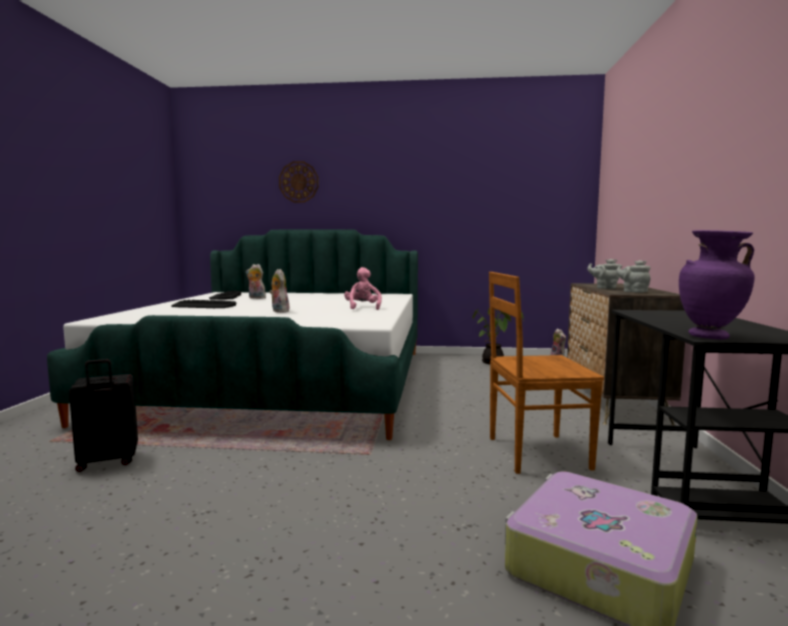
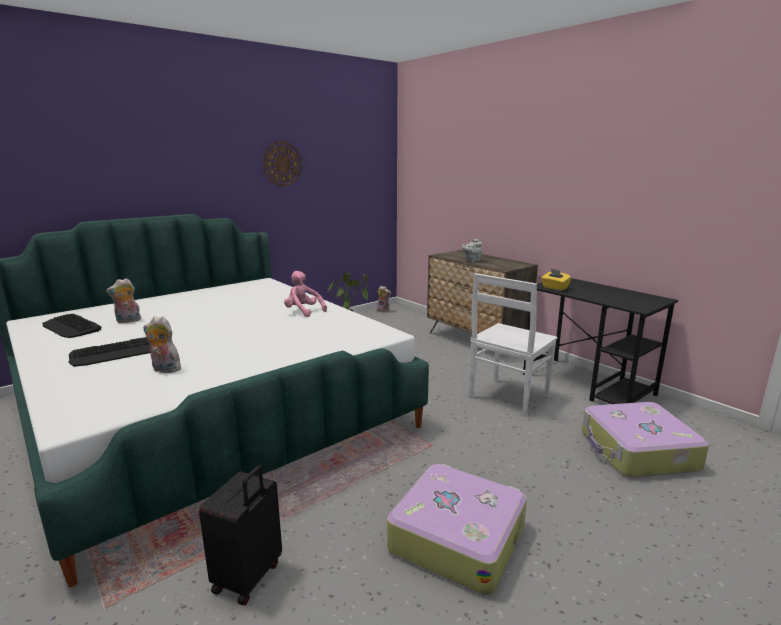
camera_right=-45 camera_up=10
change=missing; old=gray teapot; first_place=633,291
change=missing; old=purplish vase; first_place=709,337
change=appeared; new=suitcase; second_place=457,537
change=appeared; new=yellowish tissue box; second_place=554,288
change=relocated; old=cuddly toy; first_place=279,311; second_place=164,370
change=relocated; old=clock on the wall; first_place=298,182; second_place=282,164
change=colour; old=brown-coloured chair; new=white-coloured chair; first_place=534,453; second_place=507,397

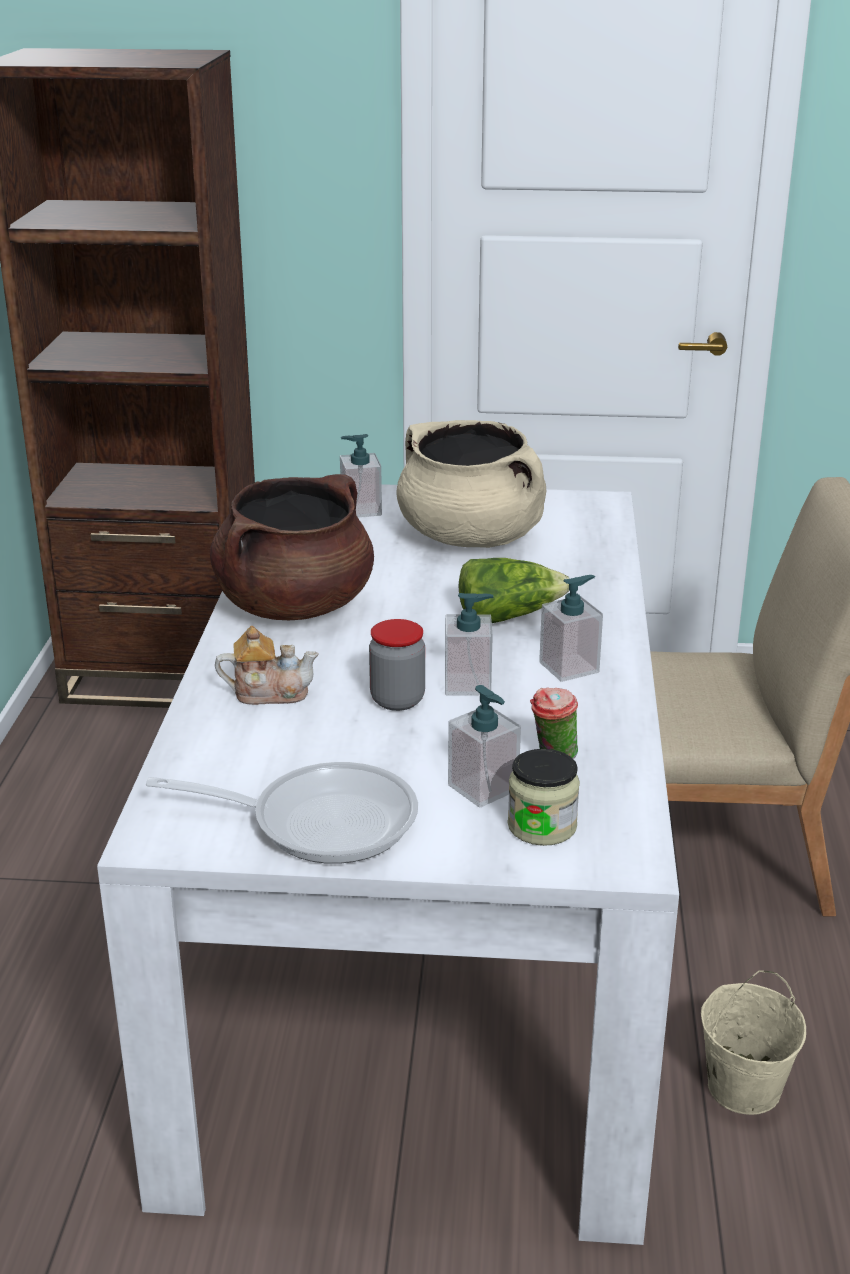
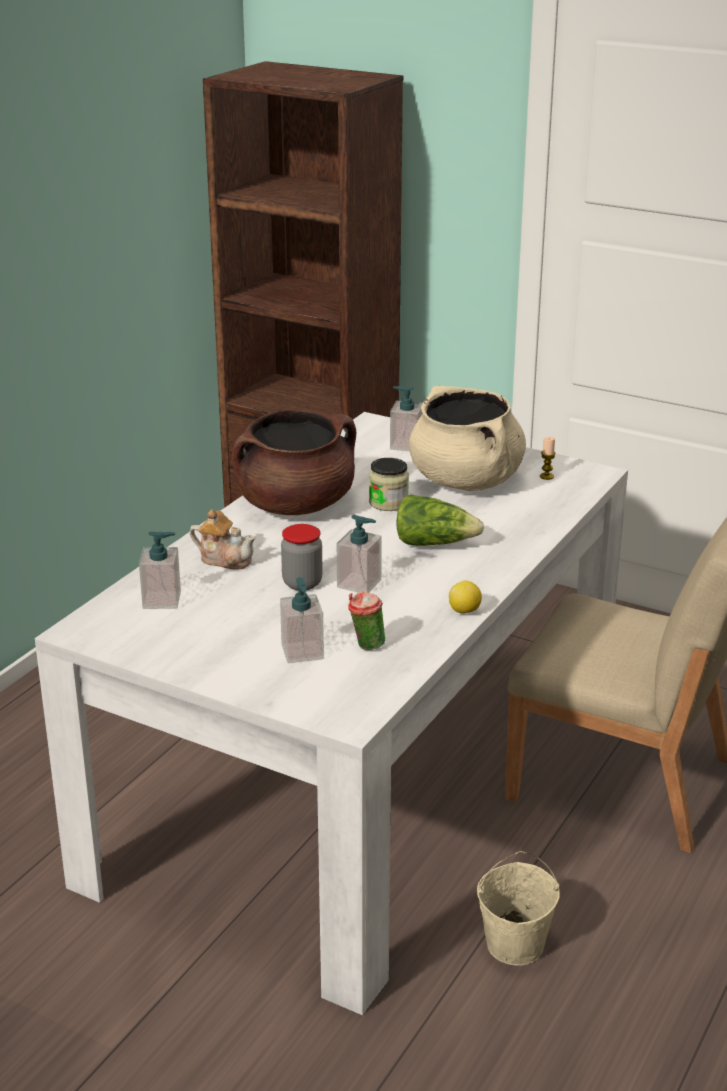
camera_right=25 camera_up=0
change=missing; old=pan; first_place=319,821
change=appeared; new=citrus fruit; second_place=465,611
change=appeared; new=candle; second_place=546,476
change=relocated; old=jar; first_place=542,826; second_place=388,503
change=relocated; old=soap bottle; first_place=569,667; second_place=162,600

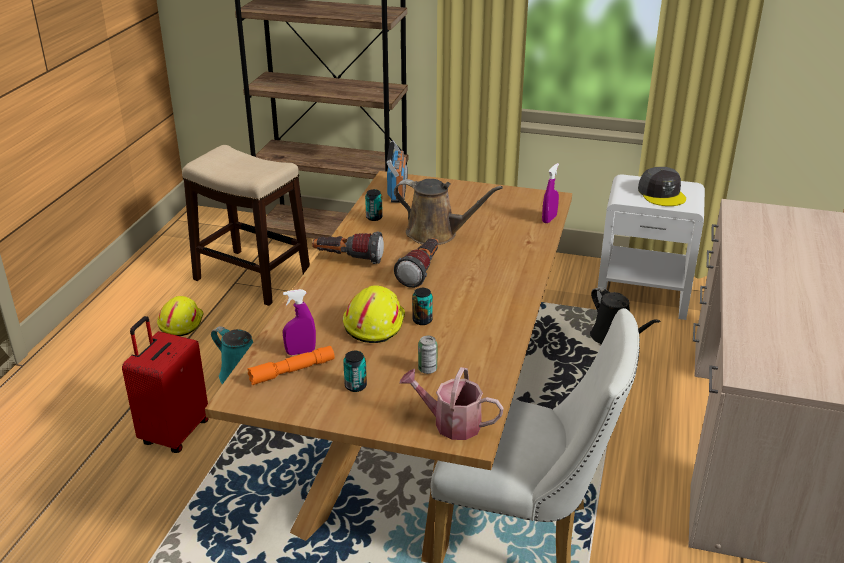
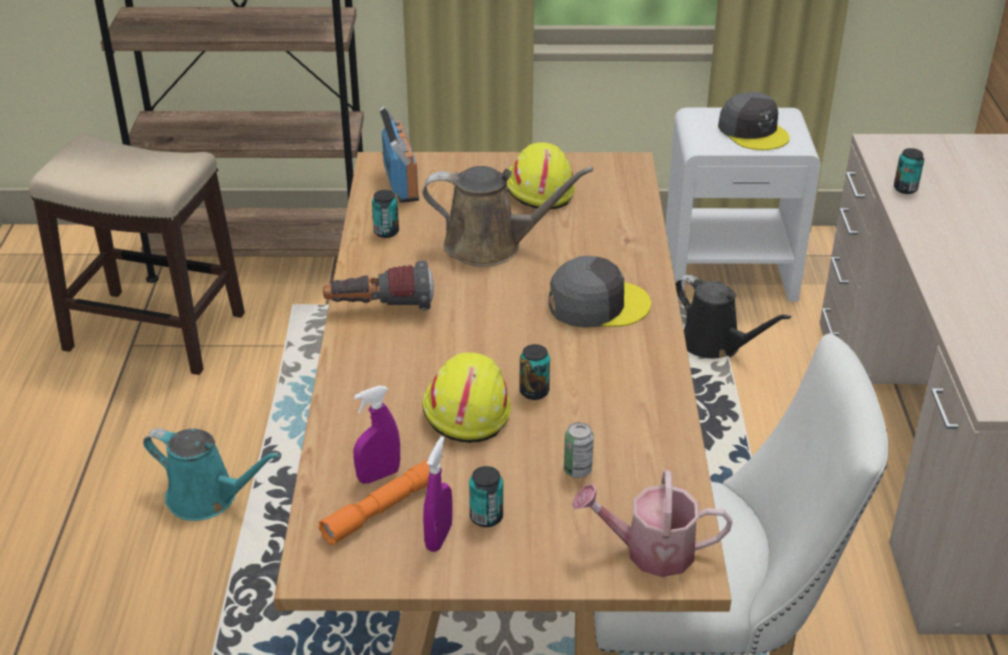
camera_right=-15 camera_up=5
change=missing; old=red suitcase; first_place=174,433
change=missing; old=torch; first_place=421,272
change=appeared; new=gray cap; second_place=597,304
change=appeared; new=metal can; second_place=905,188
change=relocated; old=yellowish safety helmet; first_place=180,323; second_place=537,190
change=relocated; old=purplish spray bottle; first_place=549,219; second_place=439,537

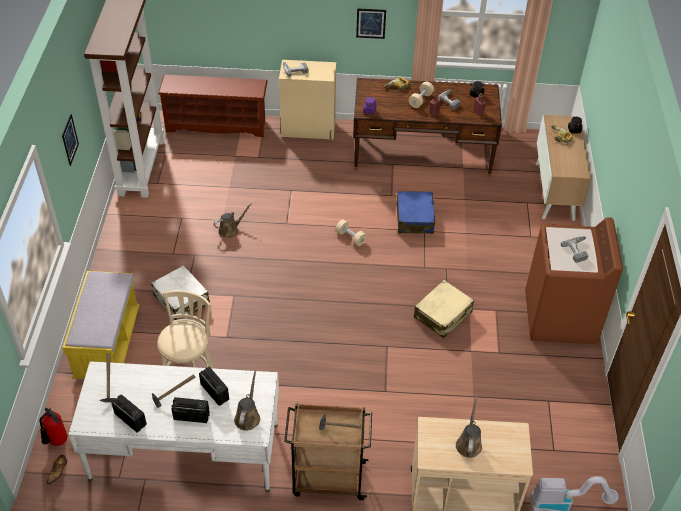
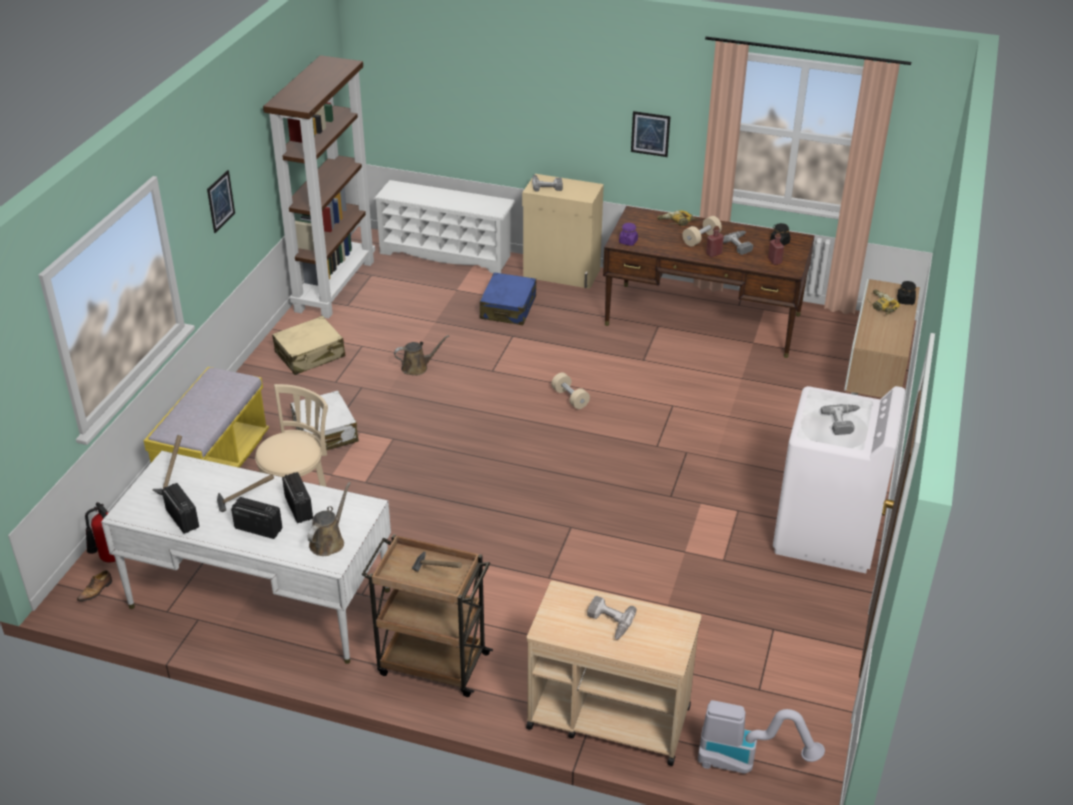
camera_right=15 camera_up=-10
change=relocated; old=blue-coloured suitcase; first_place=414,218; second_place=508,308
change=relocated; old=beige-coloured suitcase; first_place=443,315; second_place=310,355
change=exchanged; old=brown-coloured watering can; new=drill; first_place=469,443; second_place=608,622
change=colour; old=brown-coloured shoe stand; new=white-coloured shoe stand; first_place=217,125; second_place=447,254
change=colour; old=brown-coloured laundry machine; new=white-coloured laundry machine; first_place=560,318; second_place=826,534

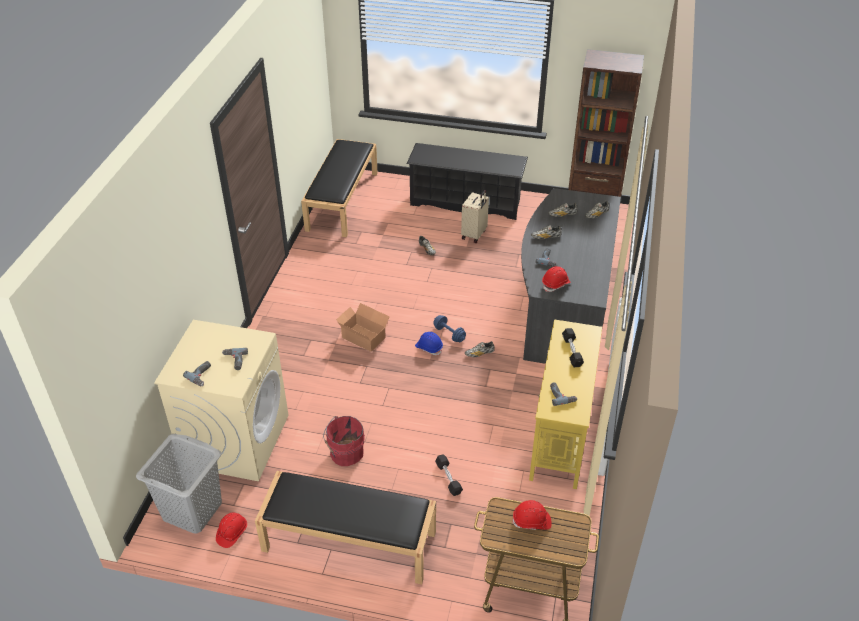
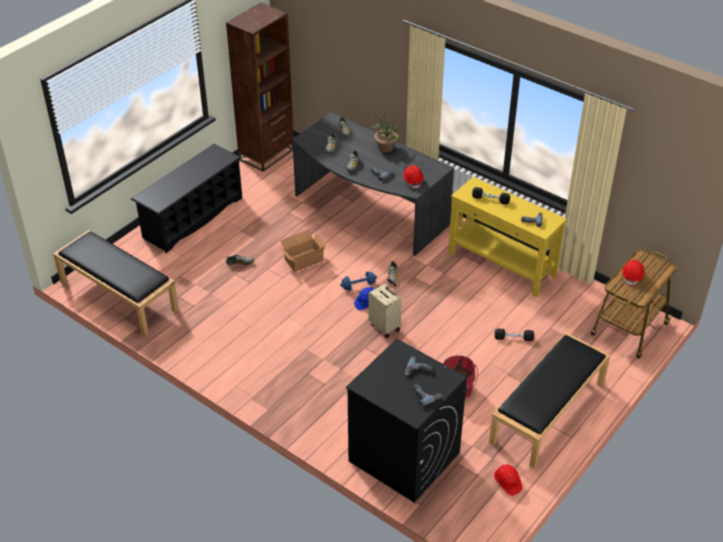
camera_right=-65 camera_up=0
change=missing; old=gray hamper; first_place=192,510
change=appeared; new=potted plant; second_place=386,147
change=relocated; old=packing box; first_place=363,336; second_place=302,259
change=relocated; old=beige-coloured suitcase; first_place=474,235; second_place=385,327
change=colour; old=beige-coloured laundry machine; new=black-coloured laundry machine; first_place=236,440; second_place=403,456

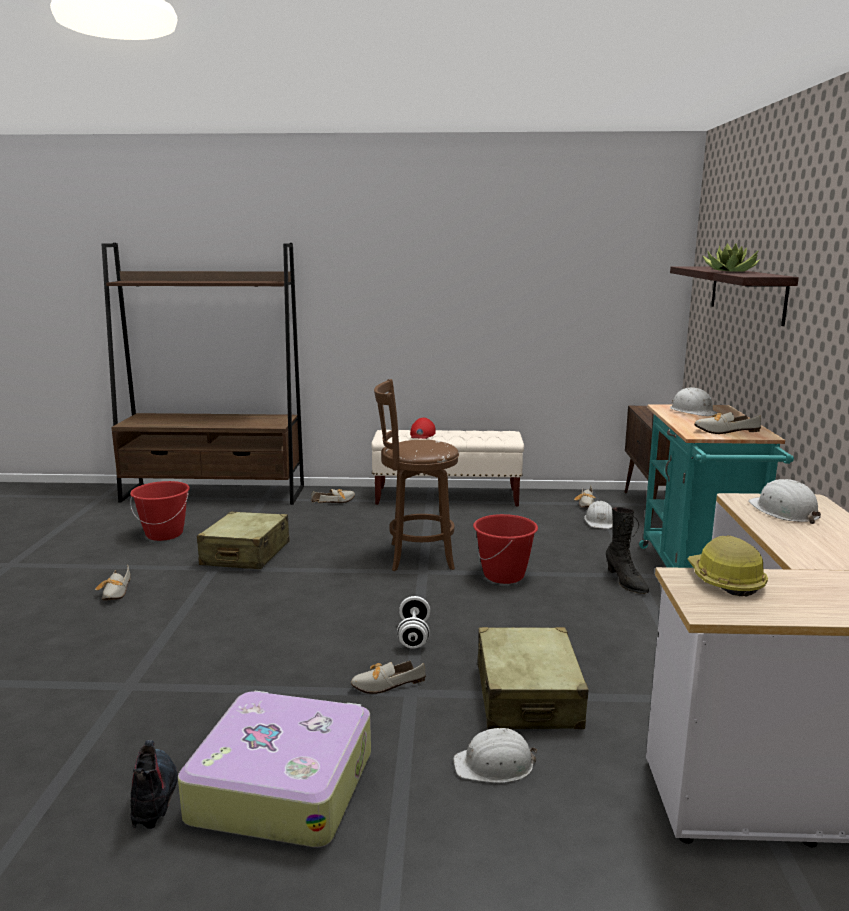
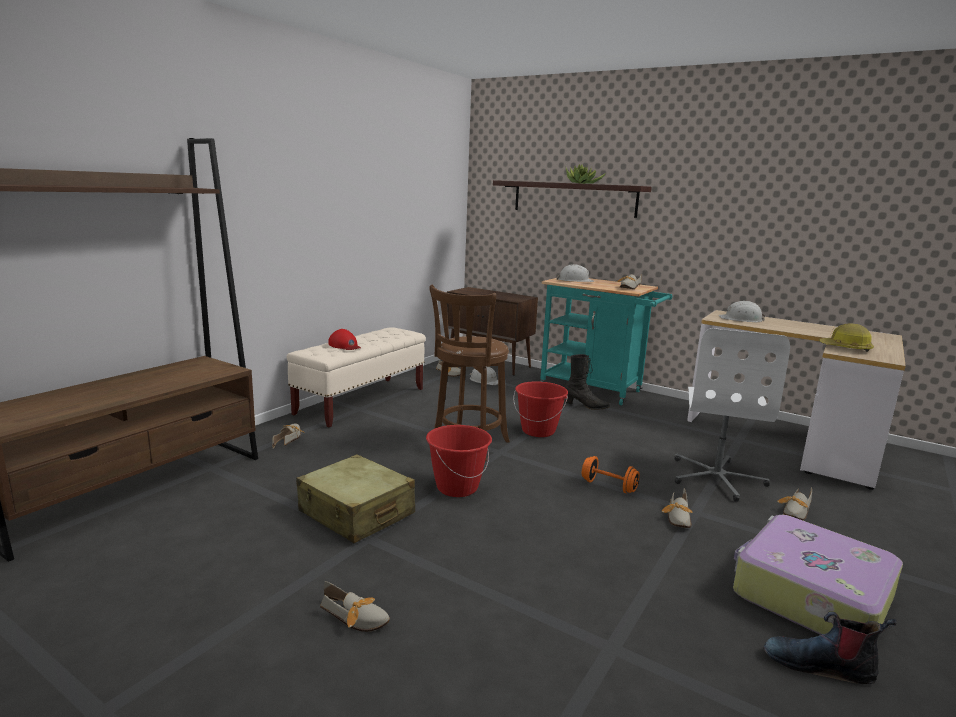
camera_right=-60 camera_up=0
change=relocated; old=red water bucket; first_place=164,534; second_place=457,487
change=exchanged; old=white-coloured safety helmet; new=item of footwear; first_place=495,765; second_place=795,512
change=exchanged; old=beige-coloured suitcase; new=white-coloured desk chair; first_place=528,696; second_place=717,478
change=colour; old=white-coloured free weight; new=orange-coloured free weight; first_place=414,635; second_place=608,486

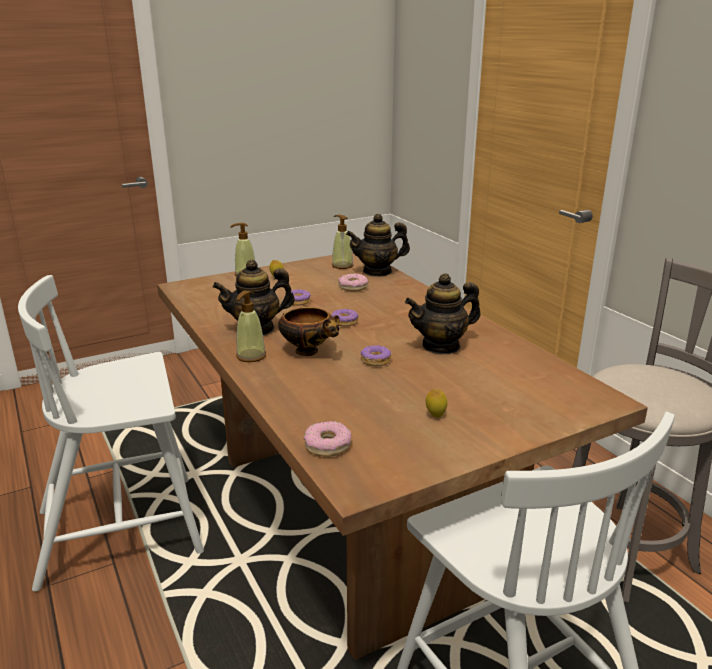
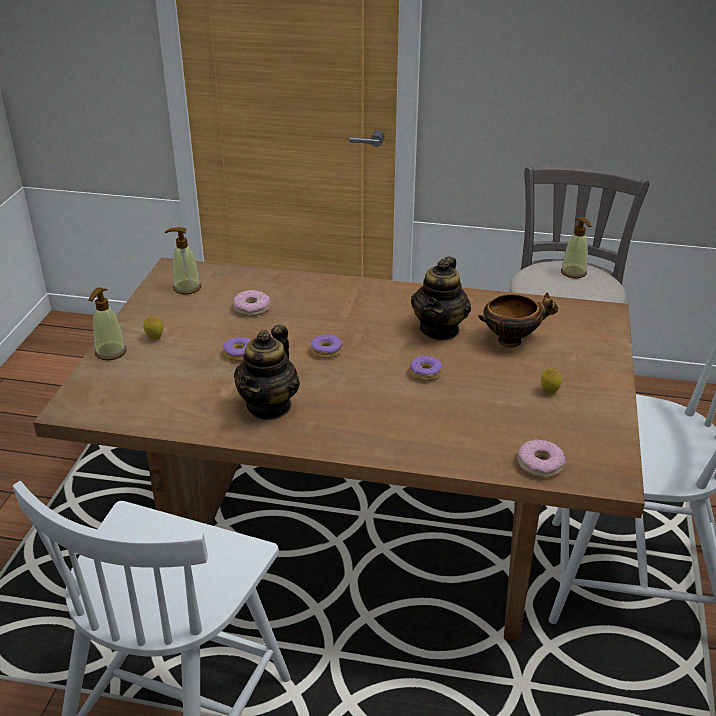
camera_right=-50 camera_up=10
change=missing; old=teapot; first_place=377,271
change=relocated; old=soap bottle; first_place=251,356; second_place=573,273
change=relocated; old=serving bowl; first_place=309,352; second_place=512,340

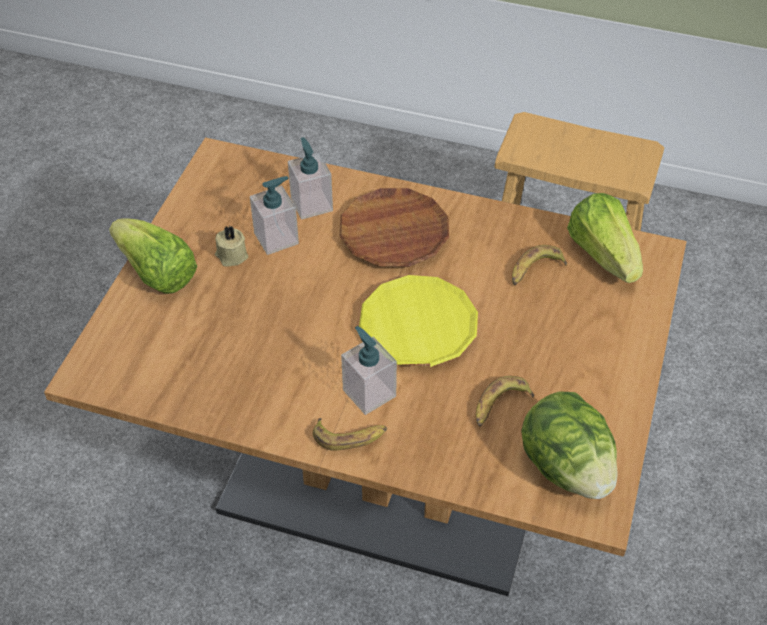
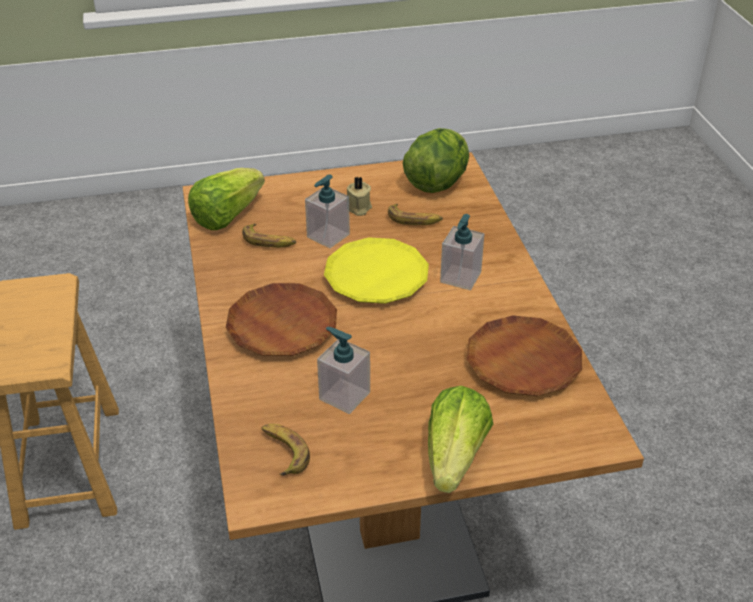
camera_right=-120 camera_up=-10
change=appeared; new=brown-coloured dinner plate; second_place=523,362
change=relocated; old=beige-coloured candle; first_place=231,256; second_place=358,208
change=relocated; old=soap bottle; first_place=311,204; second_place=328,236
change=relocated; old=whole banana; first_place=350,436; second_place=283,452

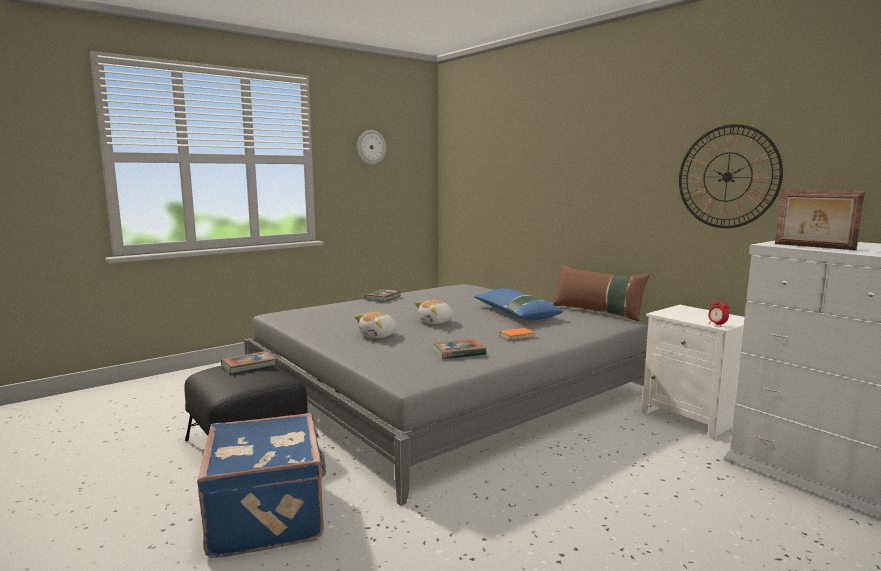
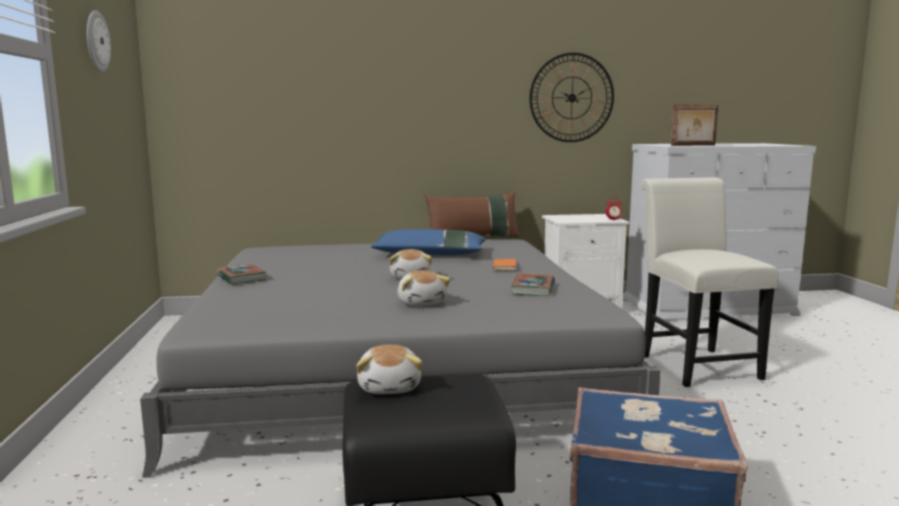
camera_right=-60 camera_up=0
change=appeared; new=white-coloured chair; second_place=694,364
change=exchanged; old=bound book; new=cuddly toy; first_place=249,366; second_place=390,387

